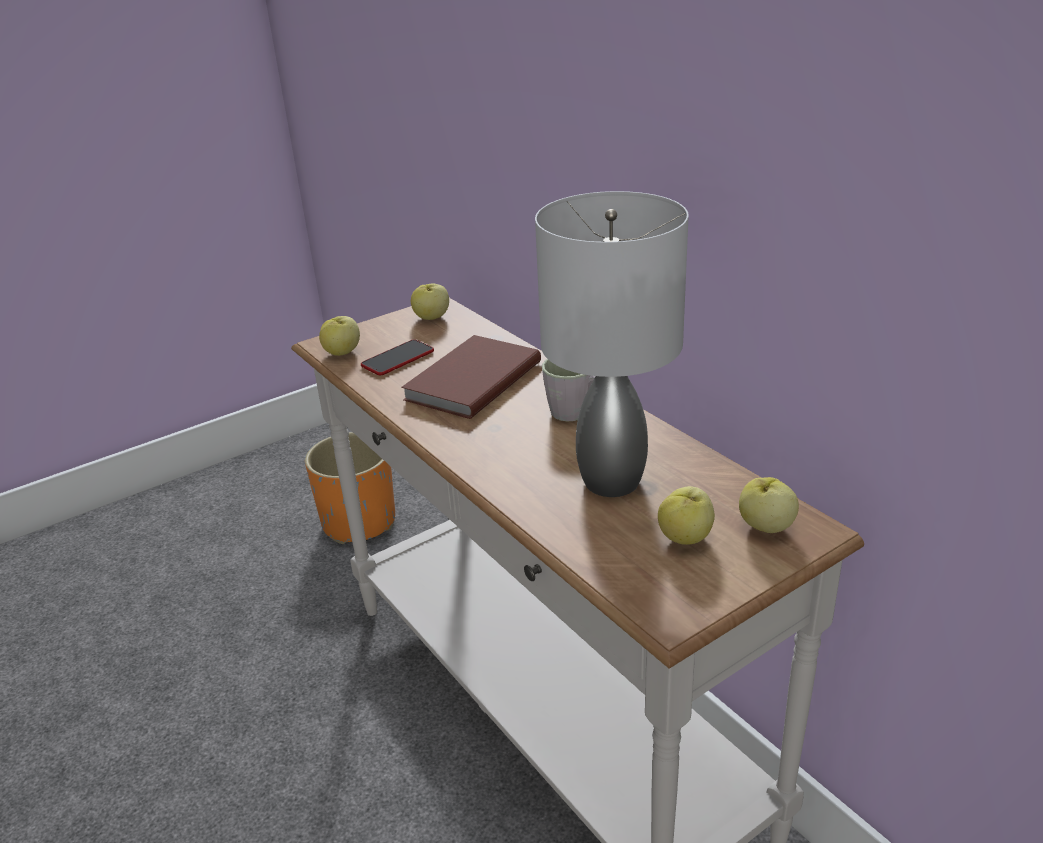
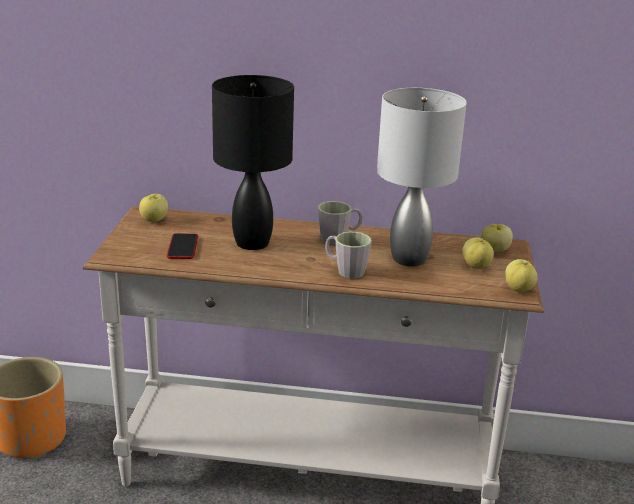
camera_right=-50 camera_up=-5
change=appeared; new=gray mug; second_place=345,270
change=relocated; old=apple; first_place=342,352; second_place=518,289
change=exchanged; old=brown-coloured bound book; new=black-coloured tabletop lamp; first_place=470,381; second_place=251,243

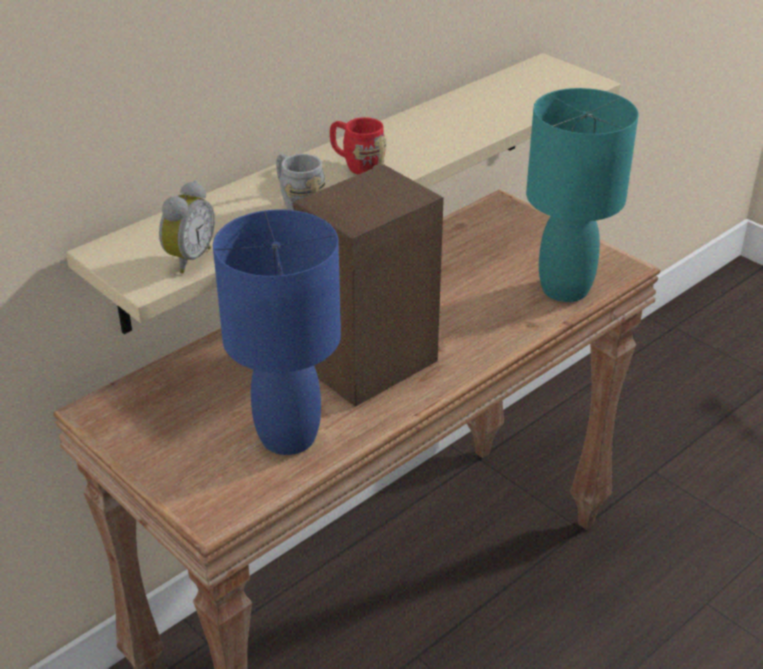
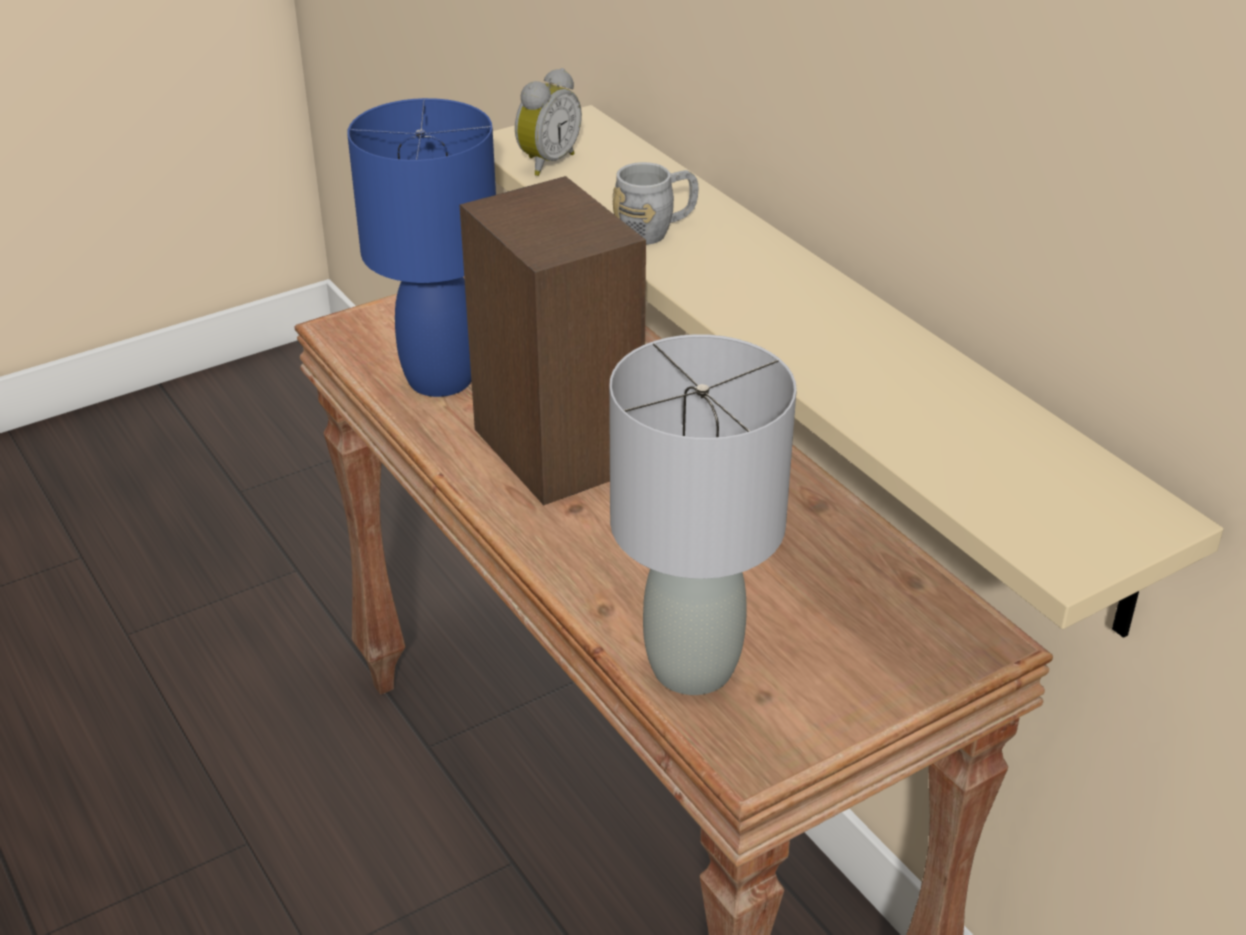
camera_right=100 camera_up=0
change=missing; old=red mug; first_place=356,164
change=colour; old=turquoise-coloured tabletop lamp; new=gray tabletop lamp; first_place=565,290; second_place=690,667
change=spun; old=alarm clock; first_place=187,259; second_place=545,162; degrees=-90

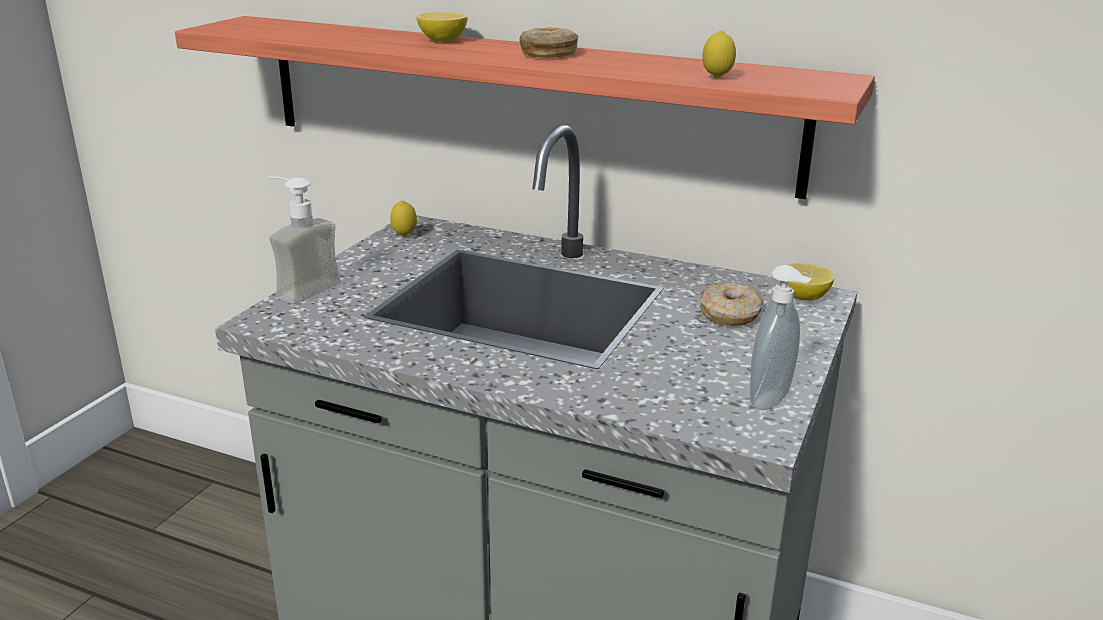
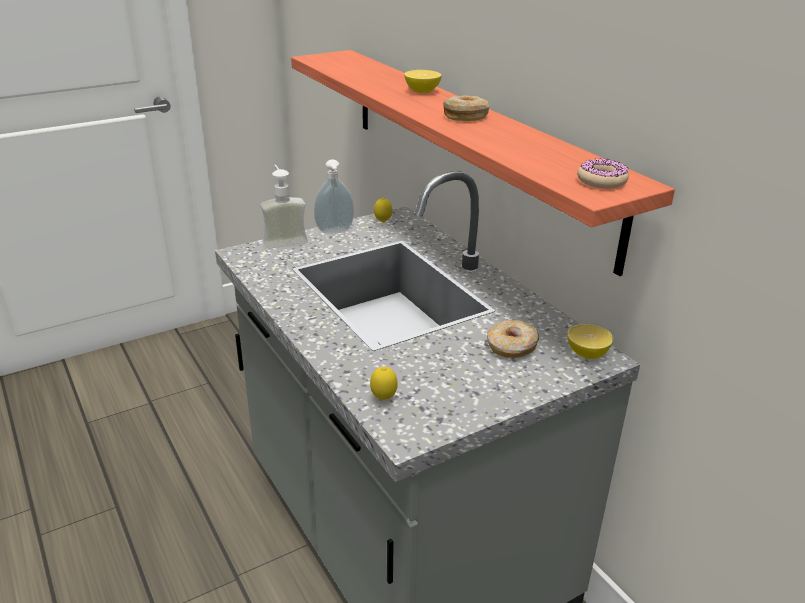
camera_right=35 camera_up=5
change=appeared; new=ring doughnut; second_place=601,181
change=relocated; old=citrus fruit; first_place=717,78; second_place=383,399
change=relocated; old=soap bottle; first_place=773,400; second_place=335,232

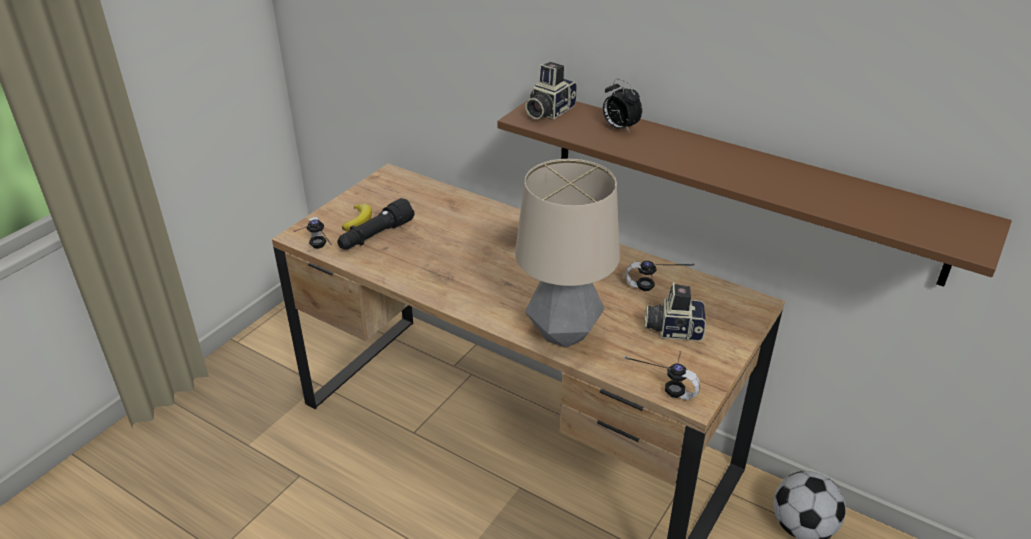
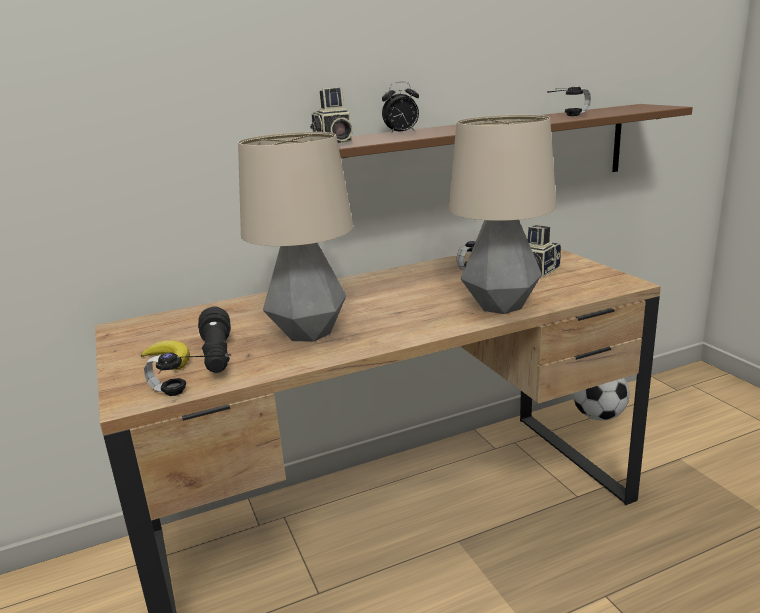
camera_right=-55 camera_up=-15
change=appeared; new=tabletop lamp; second_place=308,333
change=relocated; old=headset; first_place=664,384; second_place=561,116

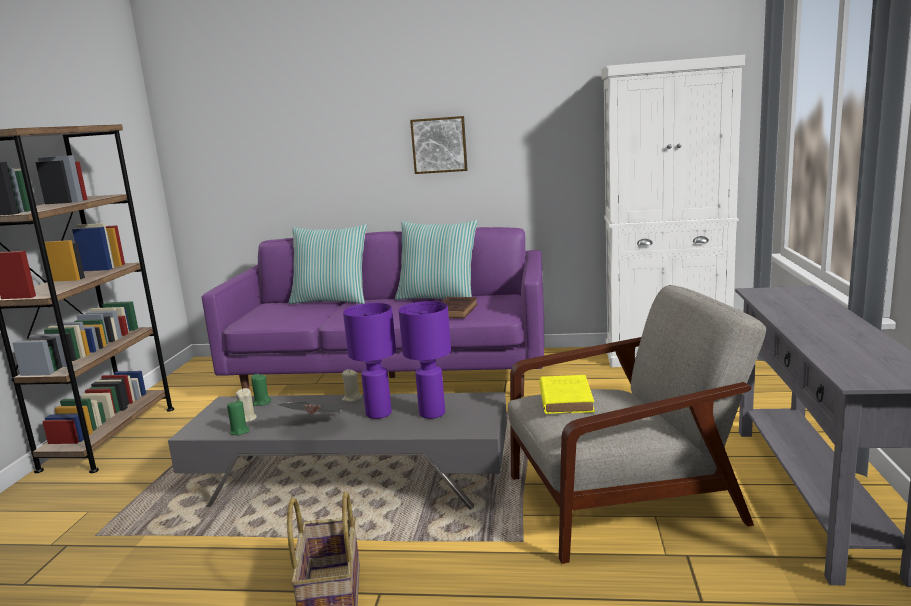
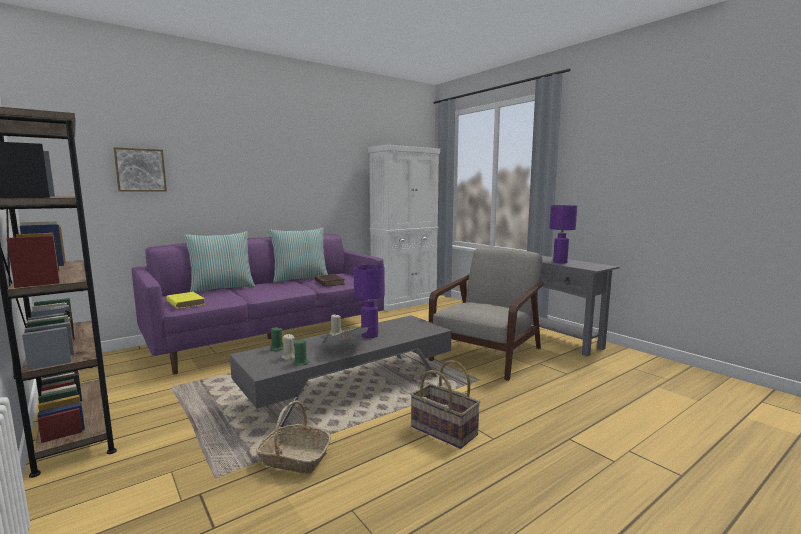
camera_right=-45 camera_up=-5
change=appeared; new=basket; second_place=294,458
change=relocated; old=purplish tabletop lamp; first_place=432,413; second_place=559,262
change=relocated; old=picture; first_place=439,145; second_place=140,170
change=relocated; old=yellowish bound book; first_place=565,398; second_place=185,302

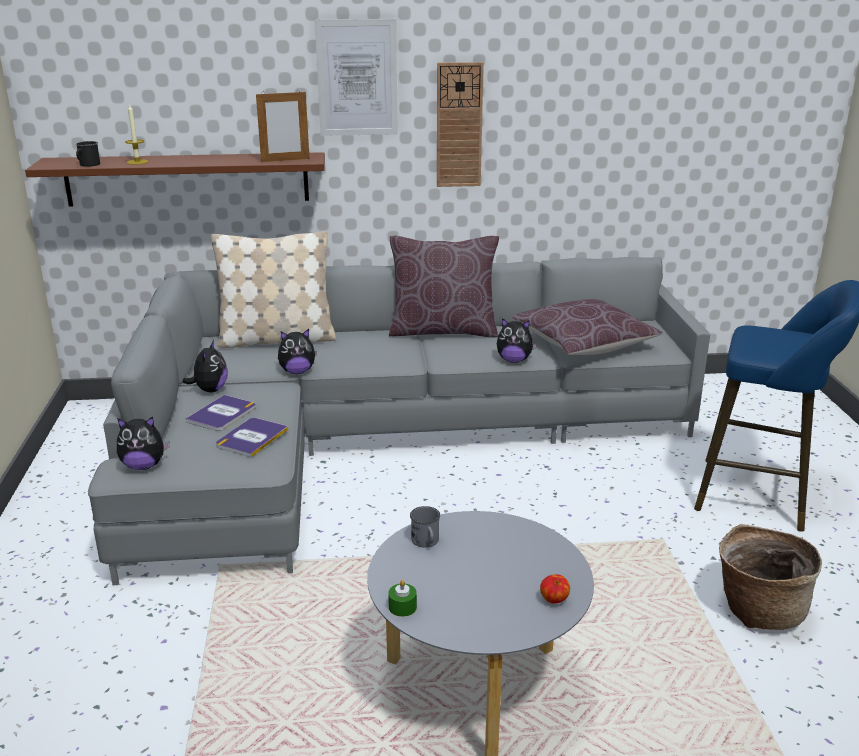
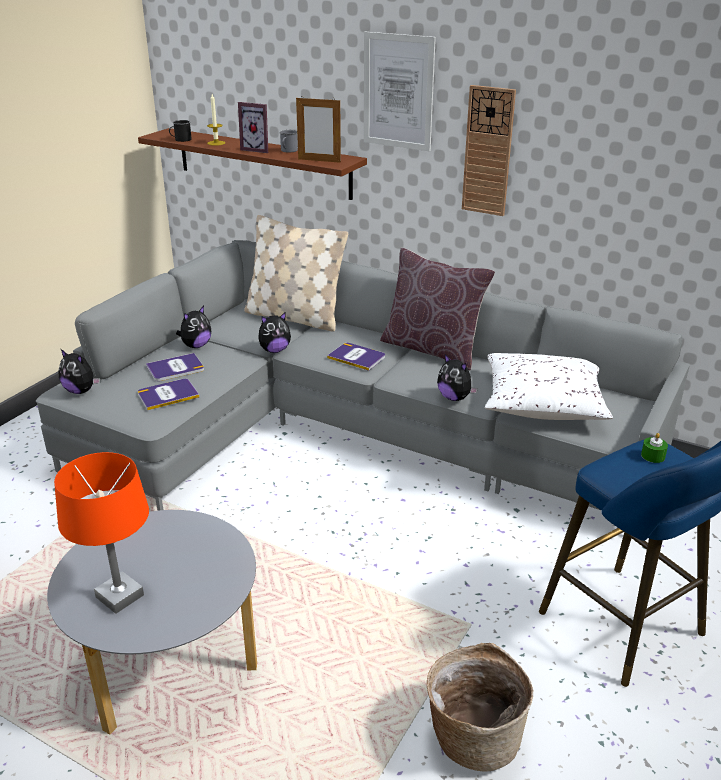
camera_right=35 camera_up=5
change=missing; old=apple; first_place=554,600
change=appeared; new=orange-coloured tabletop lamp; second_place=119,596
change=appeared; new=standing frame; second_place=258,149
change=appeared; new=bound book; second_place=357,357
change=relocated; old=green candle; first_place=402,607; second_place=653,456
change=relocated; old=gray mug; first_place=426,542; second_place=288,151
change=colour; old=brown-coloured pillow; new=white-coloured pillow; first_place=584,343; second_place=543,402
change=spun; old=cuddly toy; first_place=297,371; second_place=274,350; degrees=-45

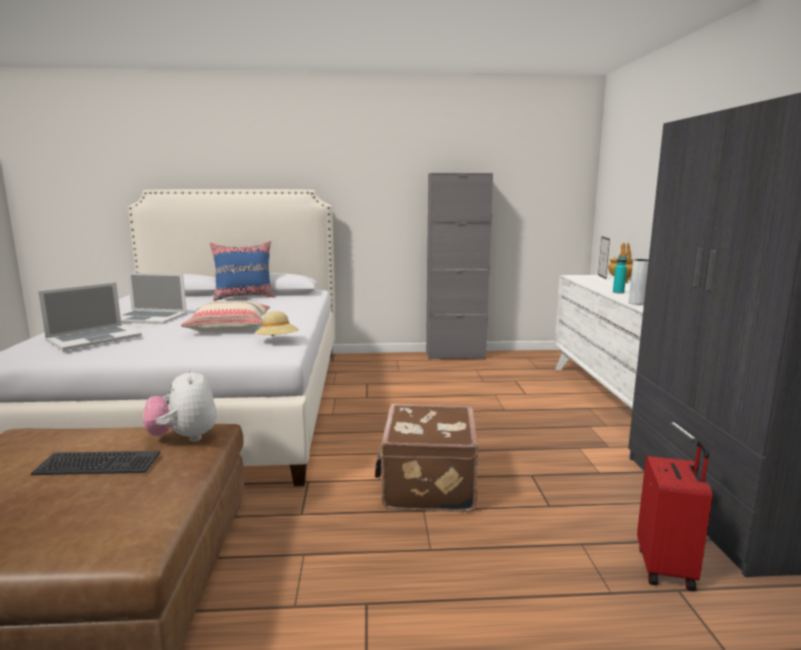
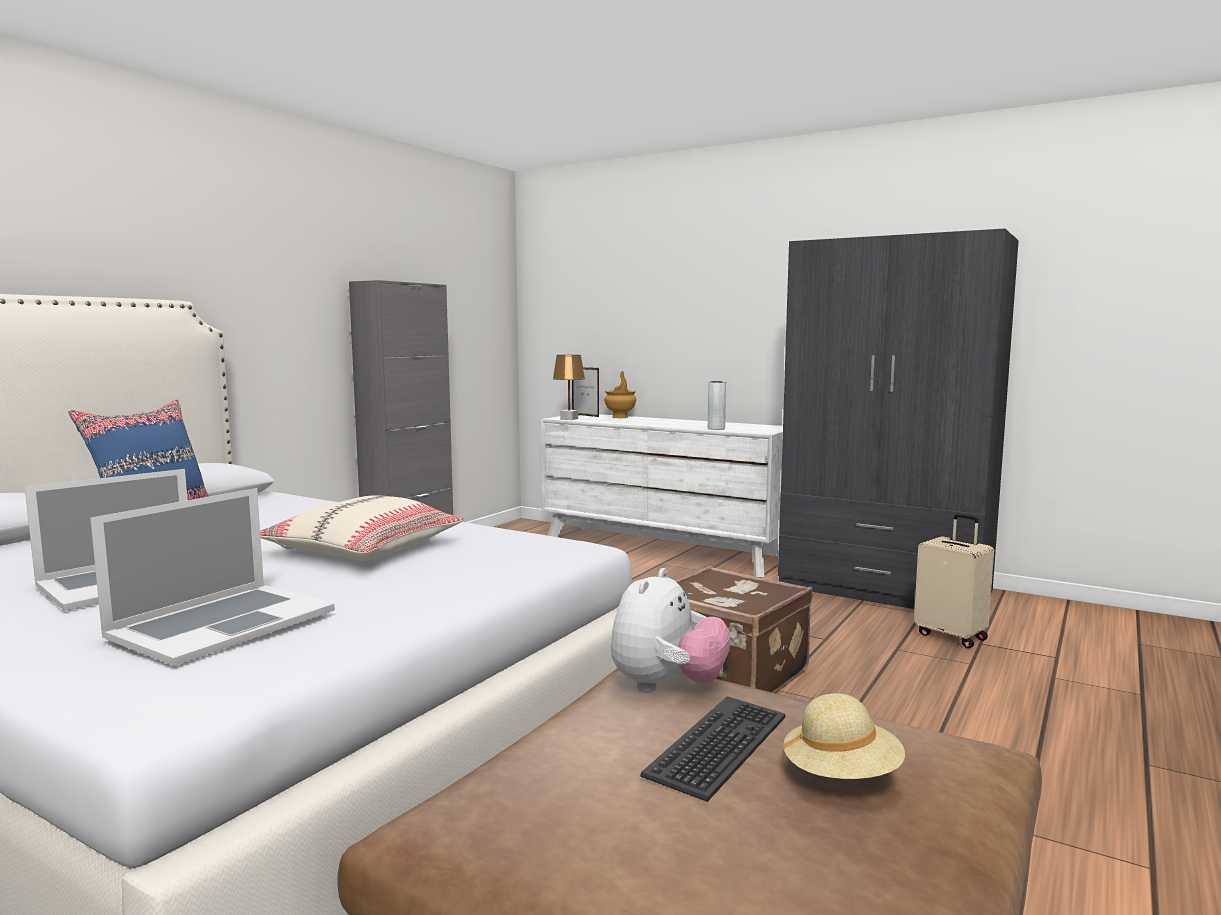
camera_right=-55 camera_up=-5
change=missing; old=turquoise-coloured bottle; first_place=618,292
change=appeared; new=brown-coloured tabletop lamp; second_place=569,419
change=relocated; old=beige-coloured wearable hat; first_place=277,341; second_place=841,775
change=colour; old=red suitcase; new=beige-coloured suitcase; first_place=667,568; second_place=951,636
change=spun; old=notebook computer; first_place=94,338; second_place=222,623; degrees=45
change=spun; old=cuddly toy; first_place=184,438; second_place=667,687; degrees=-75

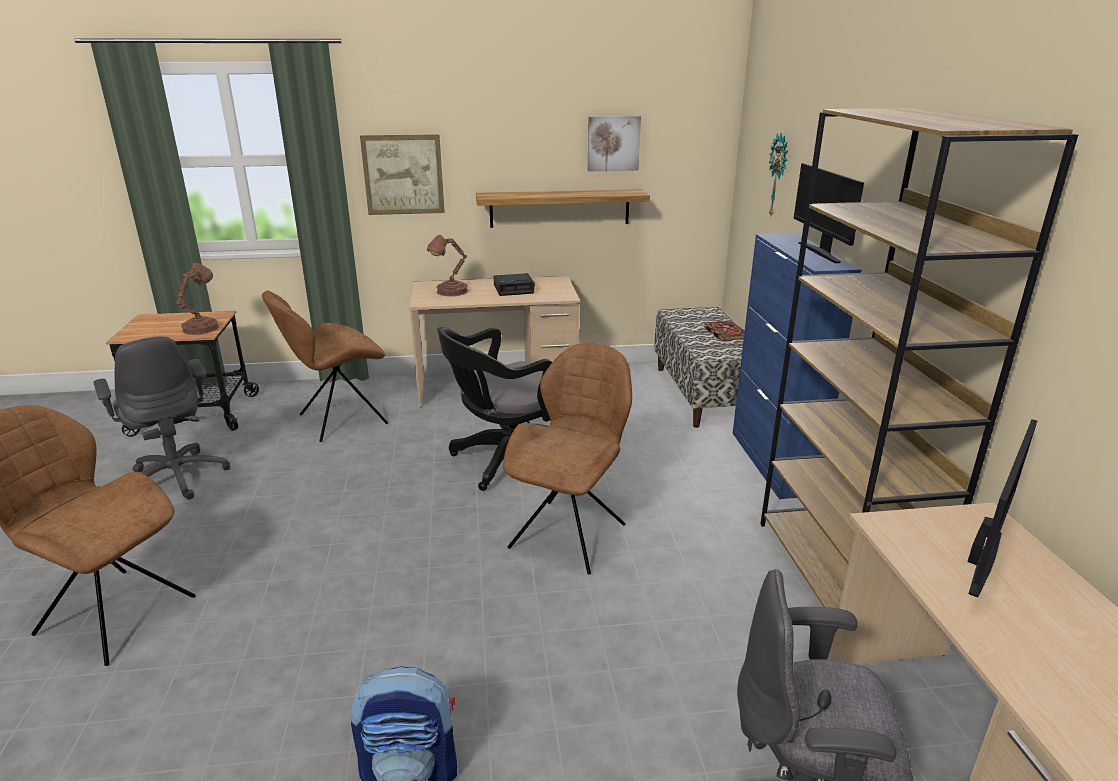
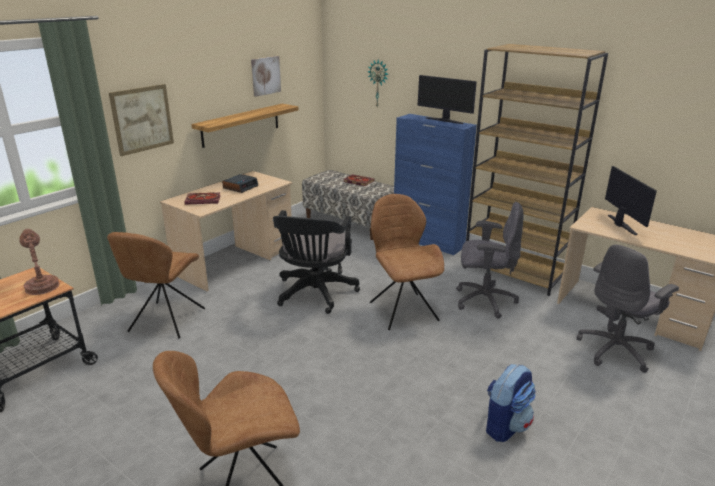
camera_right=-45 camera_up=0
change=relocated; old=gray desk chair; first_place=177,477; second_place=483,301
change=exchanged; old=brown-coloured tabletop lamp; new=bound book; first_place=450,292; second_place=204,200

